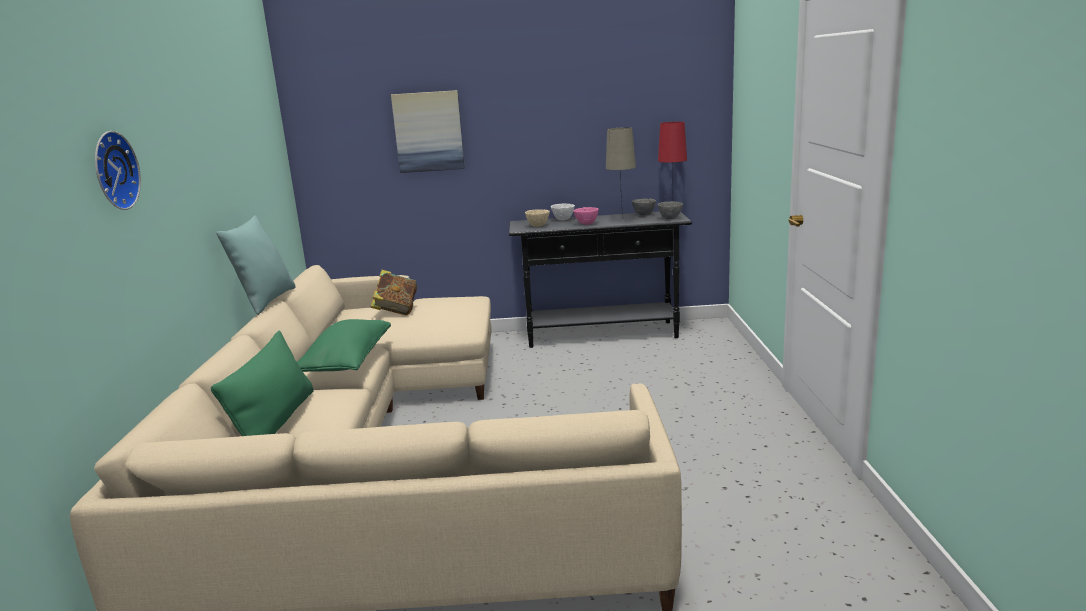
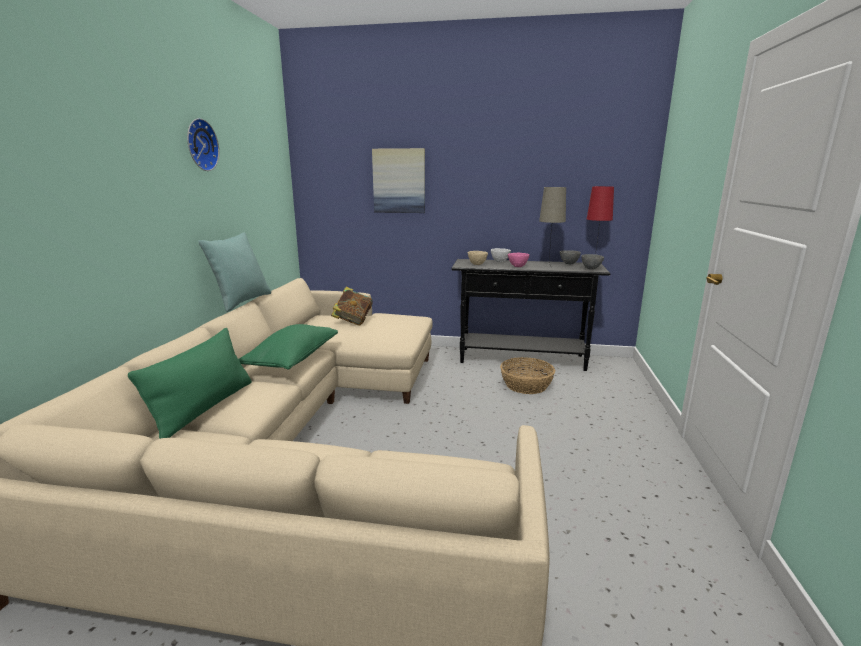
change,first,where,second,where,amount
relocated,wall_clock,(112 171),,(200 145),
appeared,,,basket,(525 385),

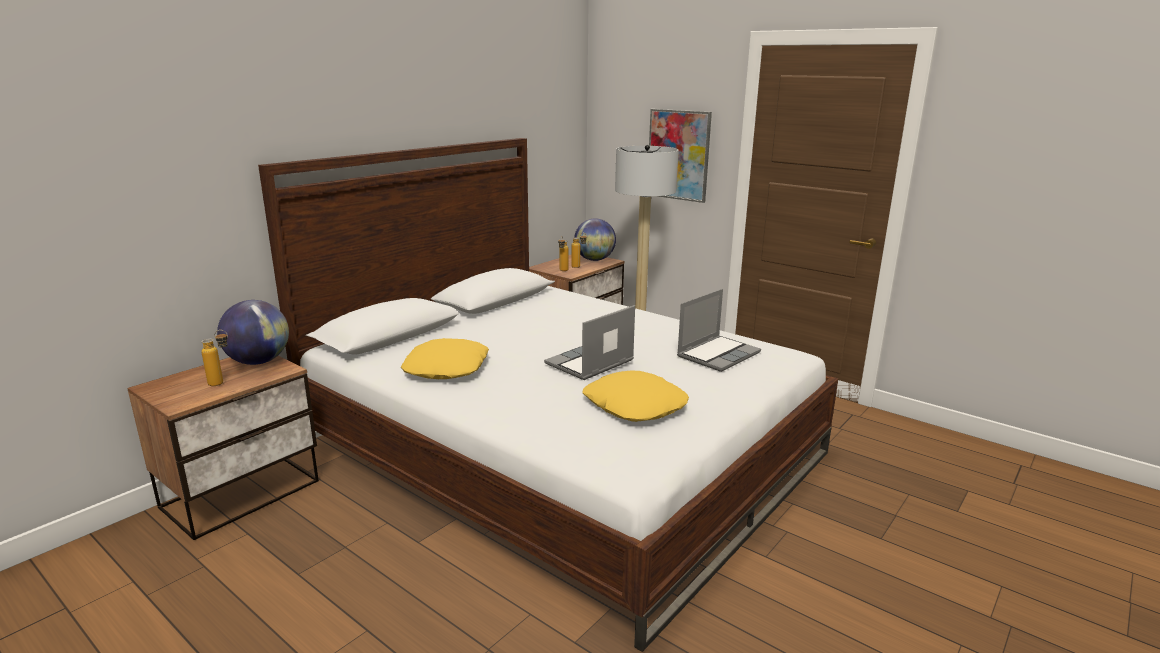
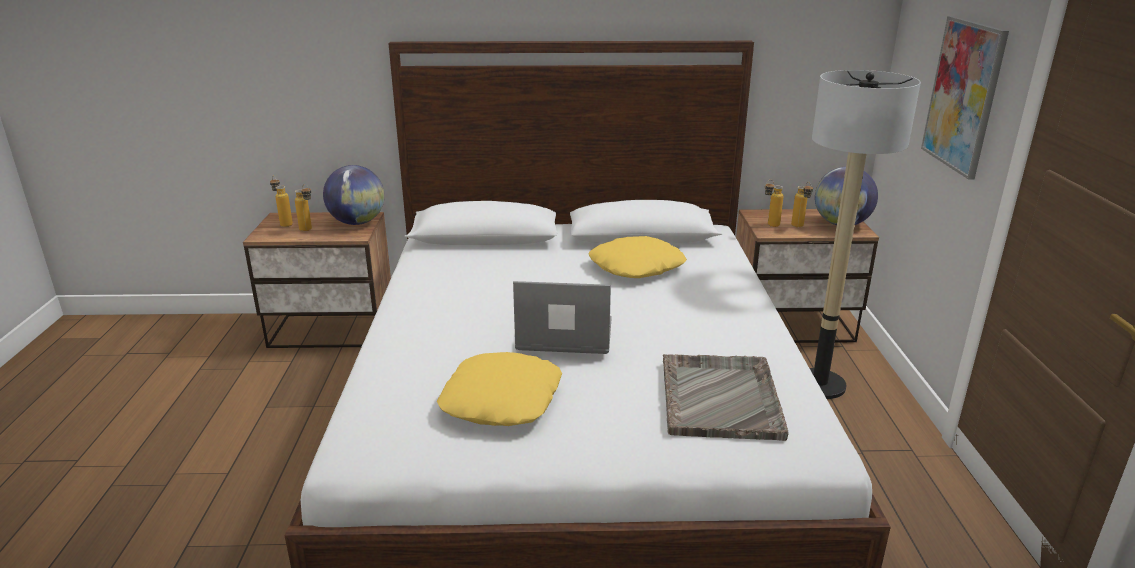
change,first,where,second,where,amount
relocated,yellow_pillow,(445 368),,(636 266),
exchanged,laptop,(718 354),grey_tray,(720 397),
appeared,,,bottle,(284 224),

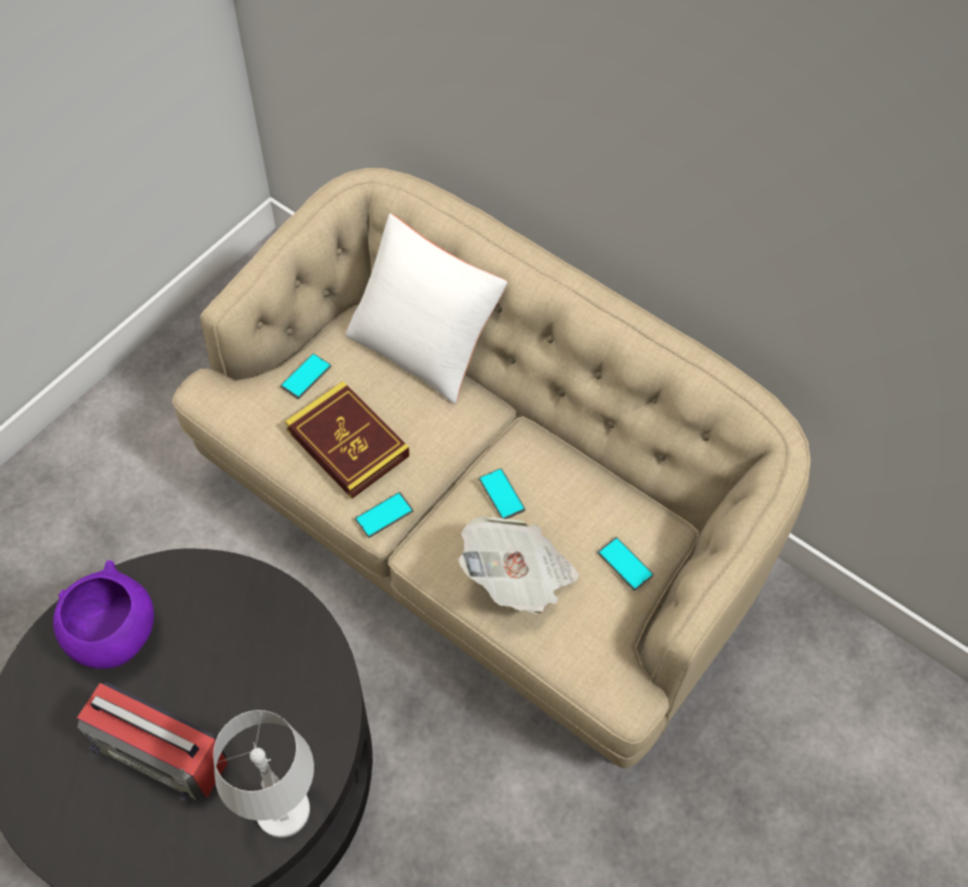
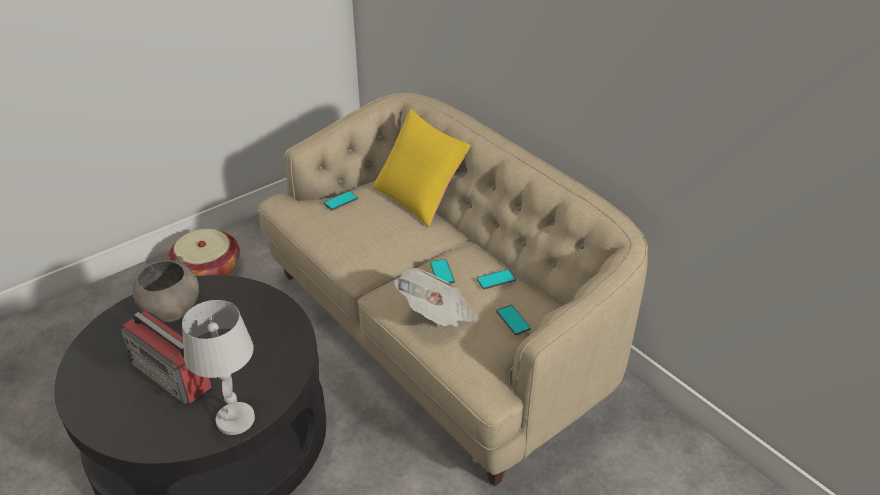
change,first,where,second,where,amount
colour,purple_bowl,(114 636),grey_bowl,(171 311),
missing,book,(348 443),,,
colour,white_pillow,(424 343),yellow_pillow,(420 197),
relocated,phone,(384 515),,(496 279),
appeared,,,basket,(207 271),

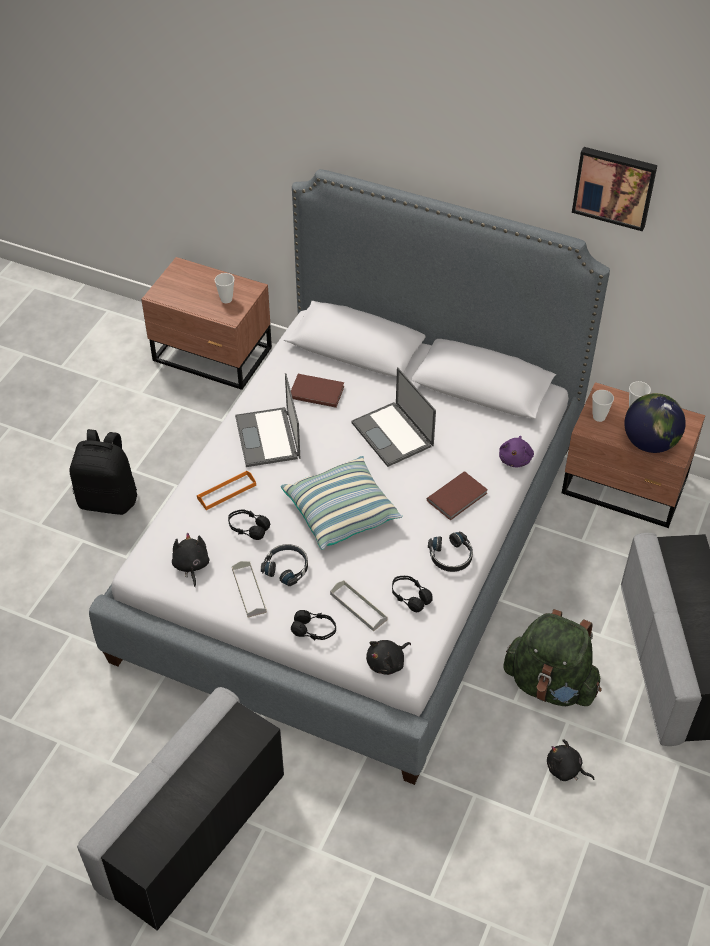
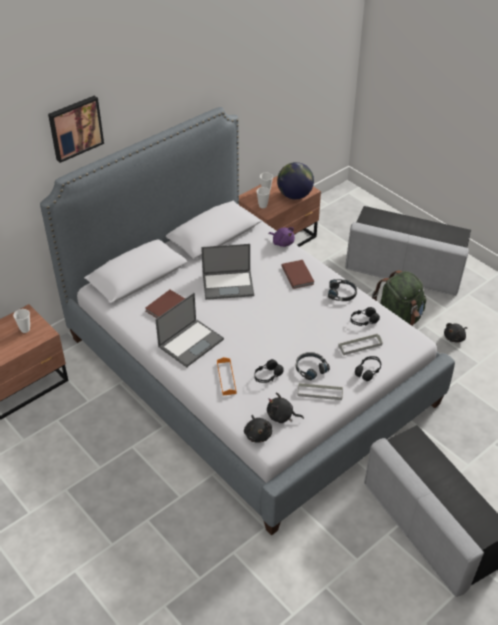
change,first,where,second,where,amount
missing,black_backpack,(108 499),,,
spun,laptop,(268 438),,(191 342),60 degrees counterclockwise
missing,pillow,(341 512),,,
relocated,black_plush_toy,(387 662),,(258 434),
relocated,picture,(614 186),,(75 128),

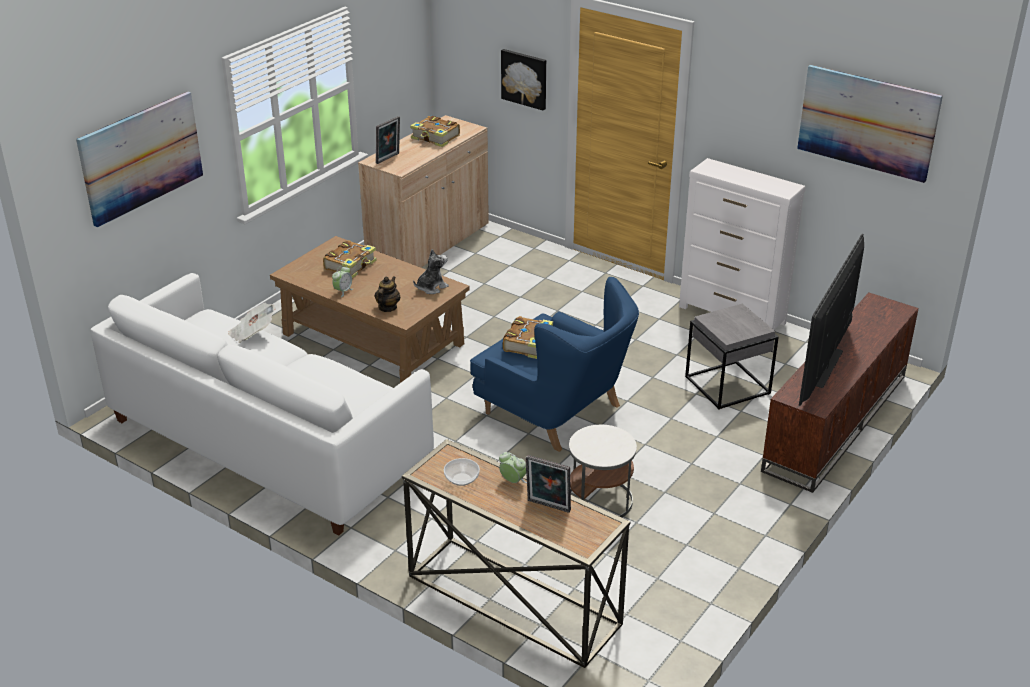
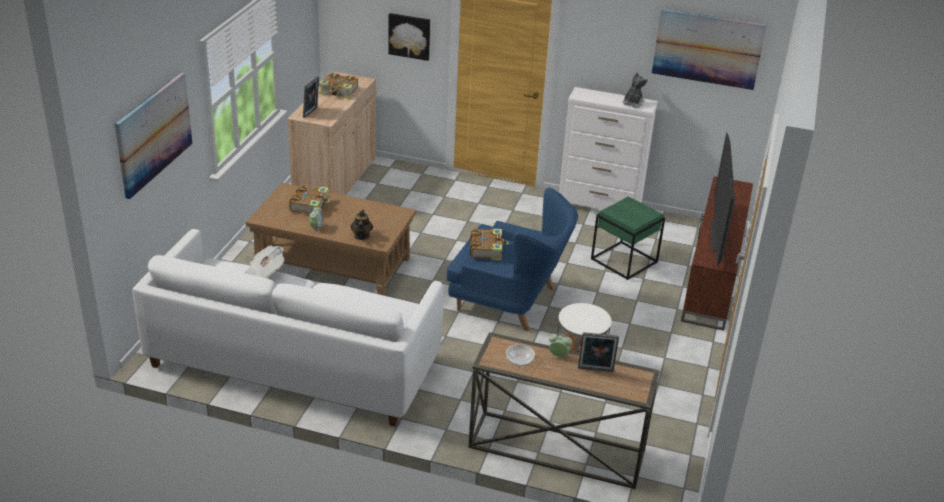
change,first,where,second,where,amount
relocated,plush_toy,(431 287),,(632 103),
colour,grey_side_table,(726 385),green_side_table,(623 261),

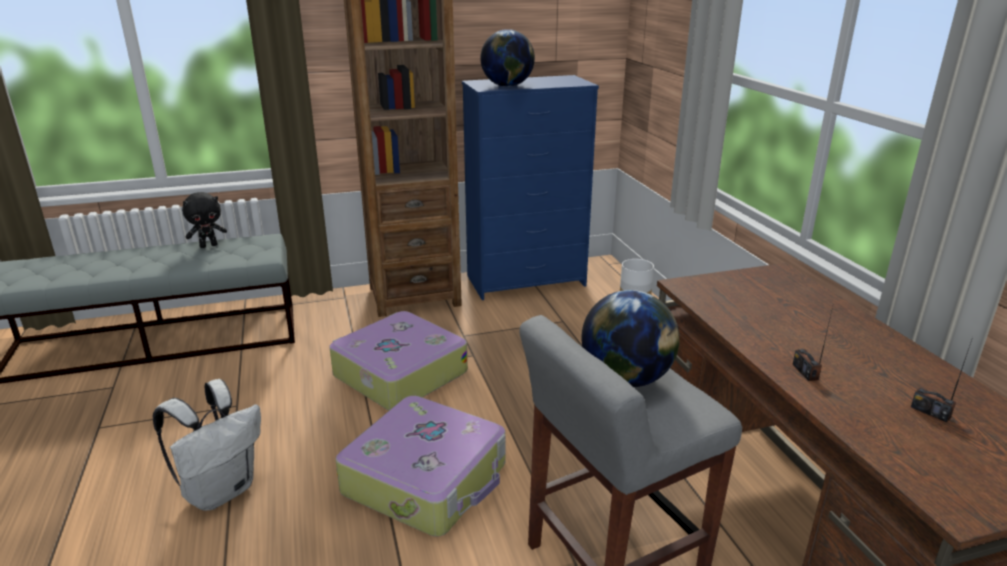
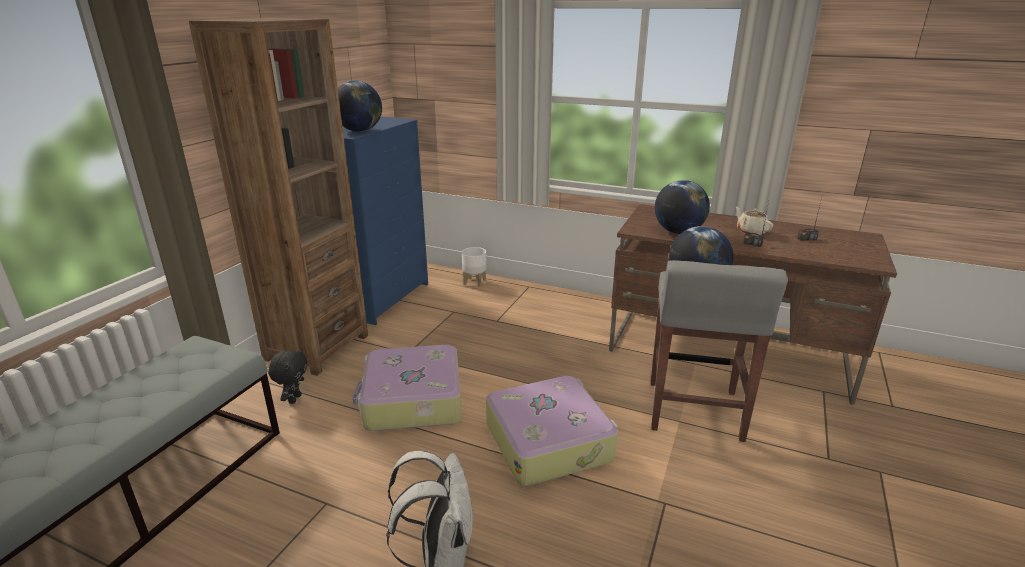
change,first,where,second,where,amount
relocated,black_plush_toy,(209 245),,(294 399),
appeared,,,globe,(678 232),
appeared,,,beige_teapot,(751 231),

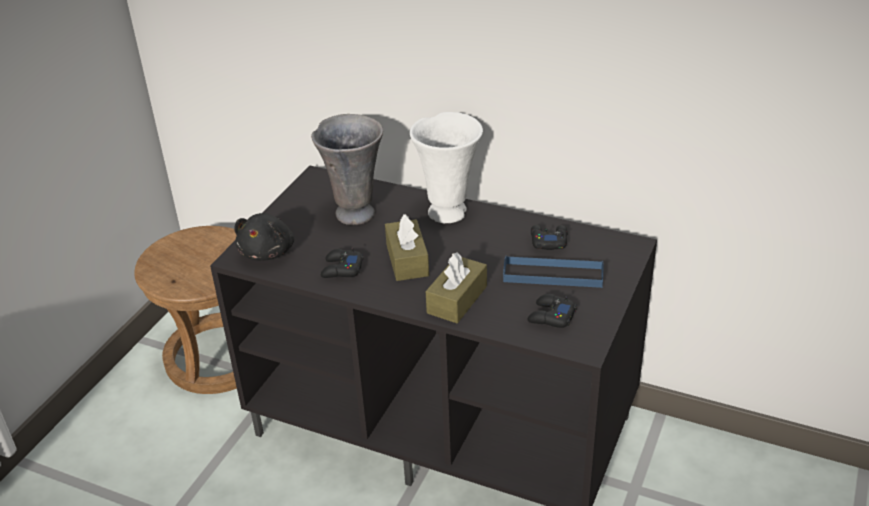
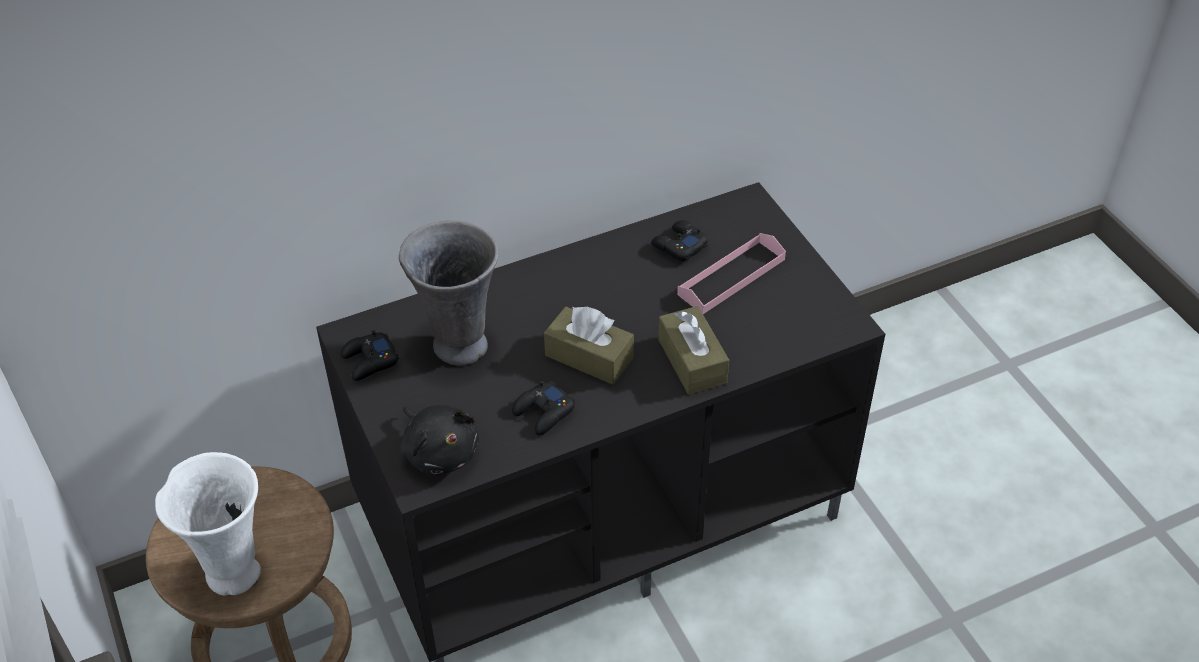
change,first,where,second,where,amount
relocated,white_vase,(449 211),,(233 570),
colour,blue_tray,(553 275),pink_tray,(731 277),
relocated,black_game_controller,(551 316),,(369 361),

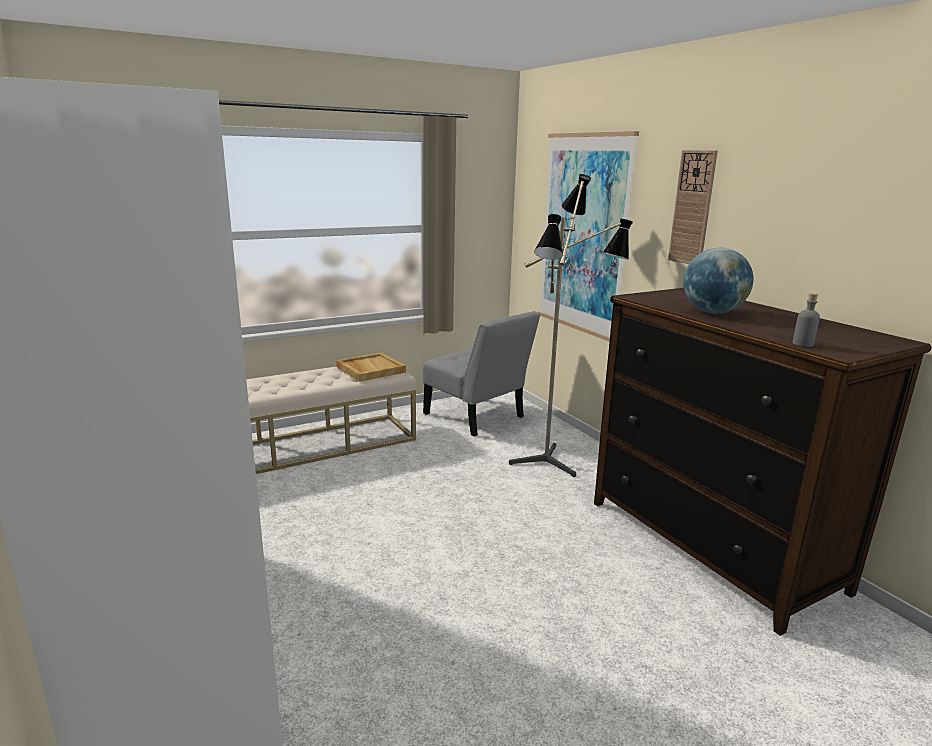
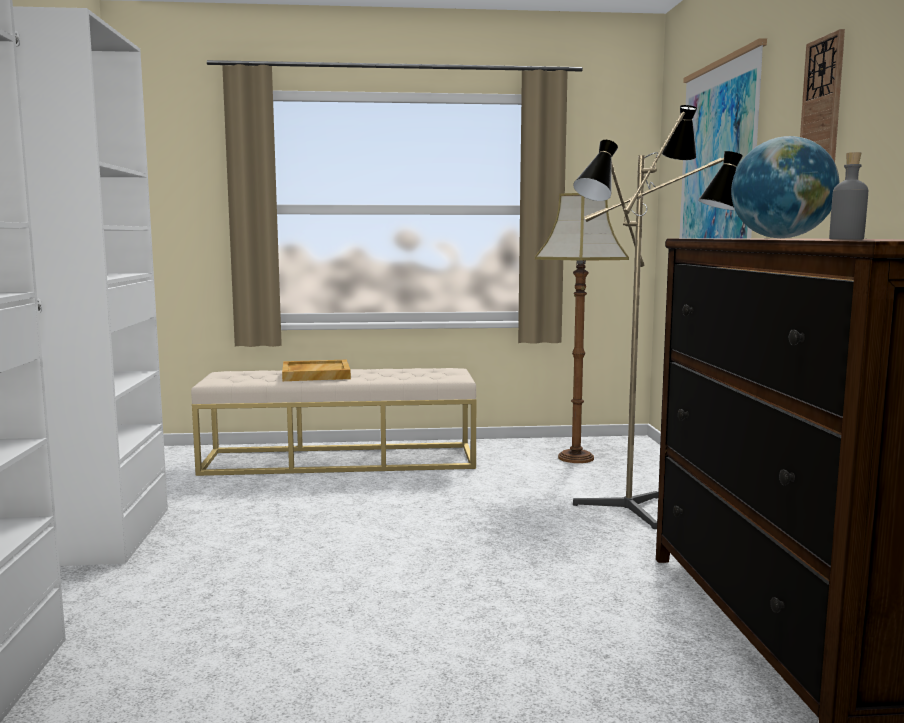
change,first,where,second,where,amount
relocated,beige_tray,(370 369),,(315 374),
exchanged,grey_chair,(477 417),floor_lamp,(577 458),

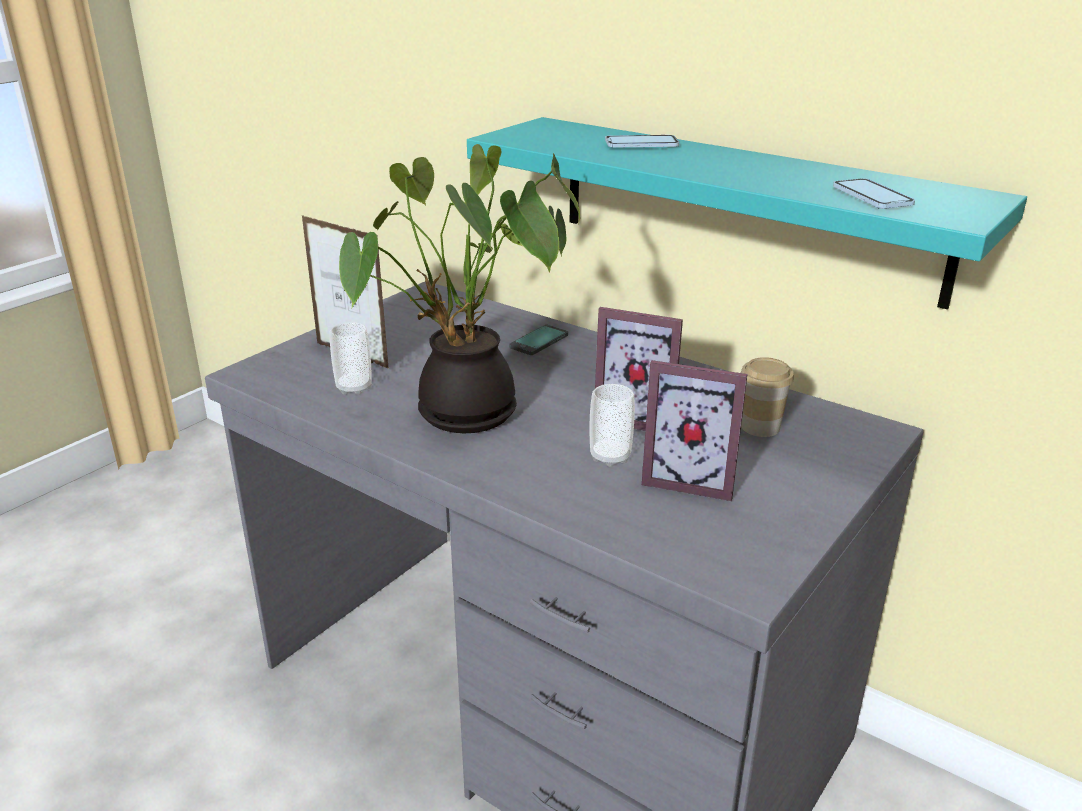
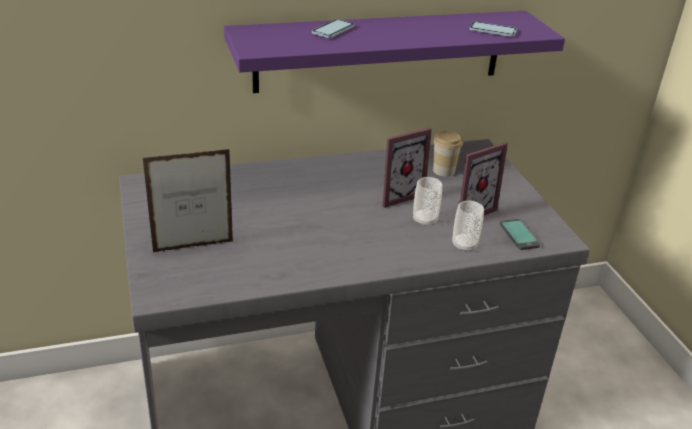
change,first,where,second,where,amount
relocated,cup,(354 388),,(464 245),
missing,potted_plant,(463 417),,,
colour,turquoise_shelf,(744 206),purple_shelf,(380 51),
relocated,phone,(539 341),,(519 235),

